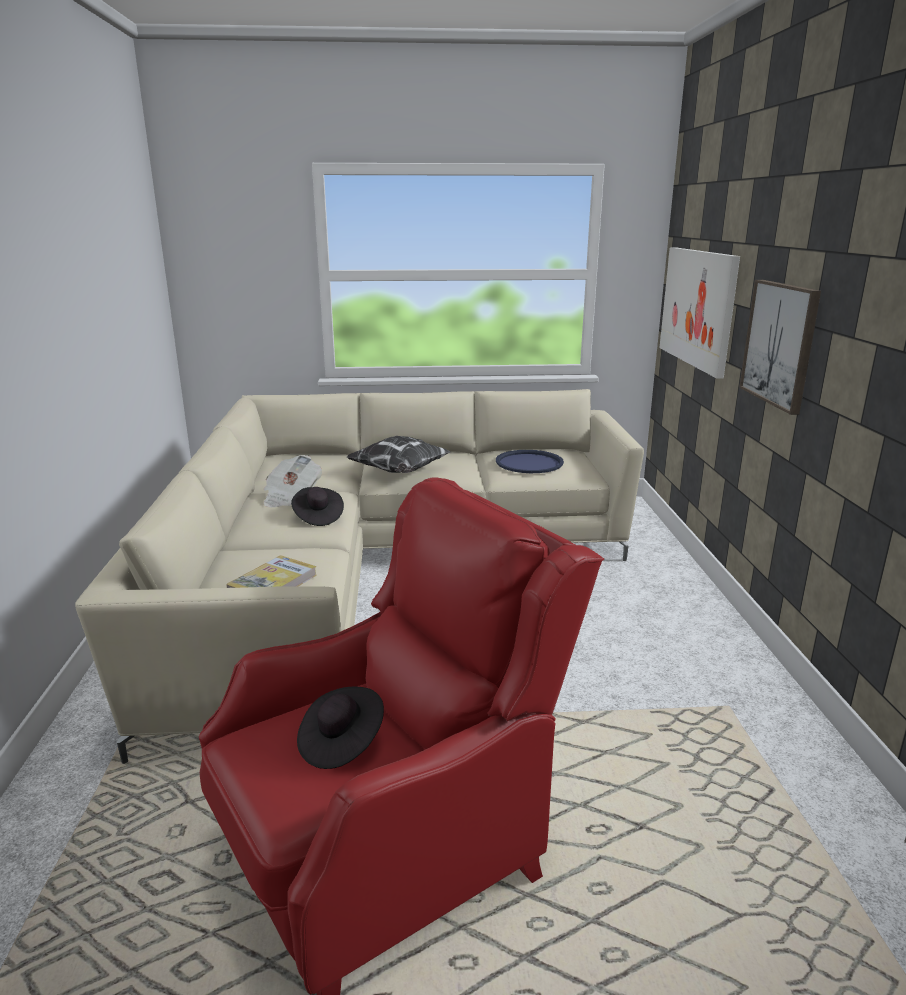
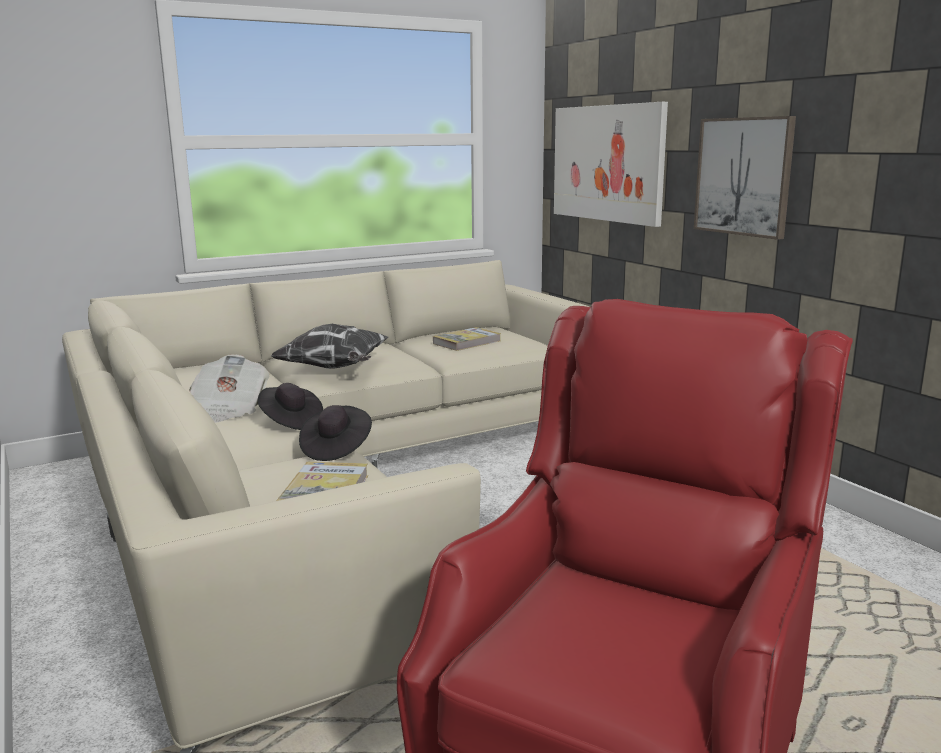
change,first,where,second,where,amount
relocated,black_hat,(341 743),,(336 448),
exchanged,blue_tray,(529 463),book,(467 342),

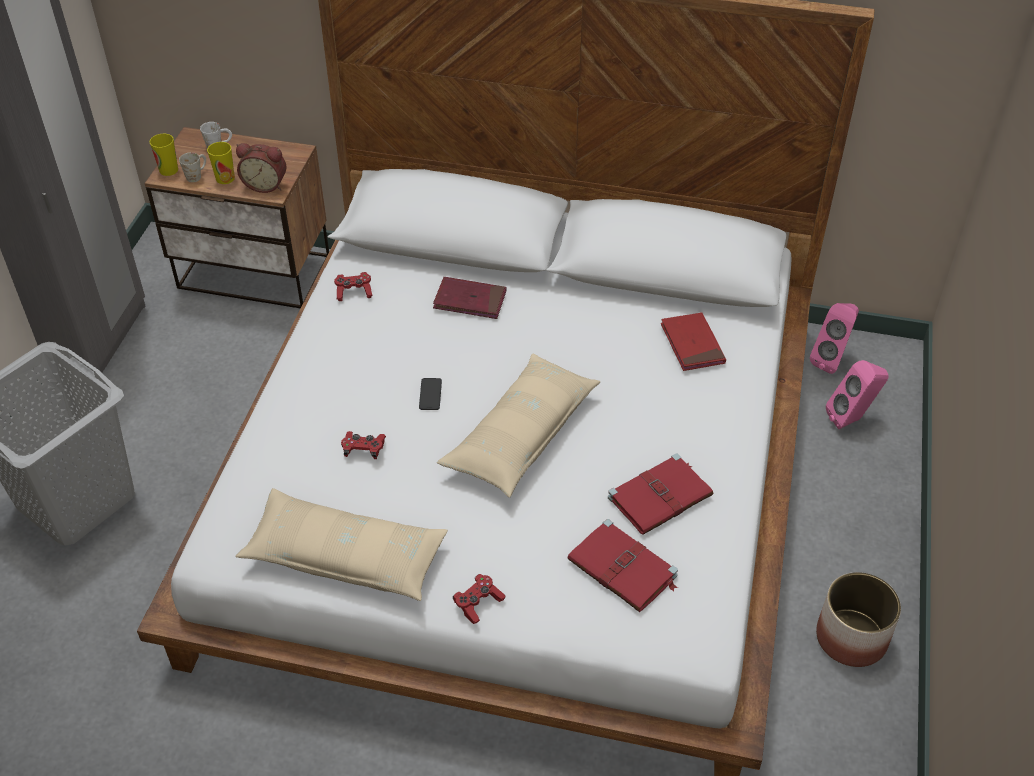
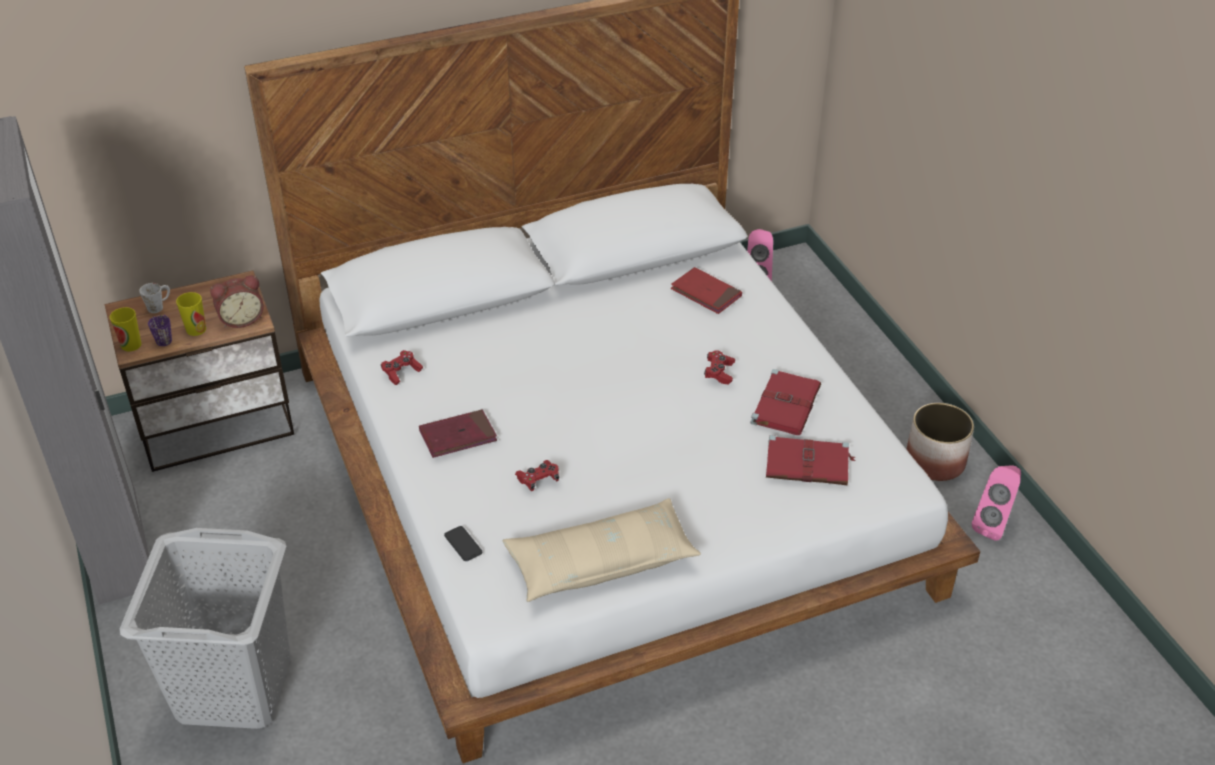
change,first,where,second,where,amount
colour,white_mug,(197 175),purple_mug,(165 338),
relocated,phone,(430 394),,(463 544),
relocated,red_book,(470 300),,(458 436),
missing,beige_pillow,(521 435),,,
relocated,red_game_controller,(478 603),,(719 372),
relocated,pink_speaker,(851 419),,(993 525),

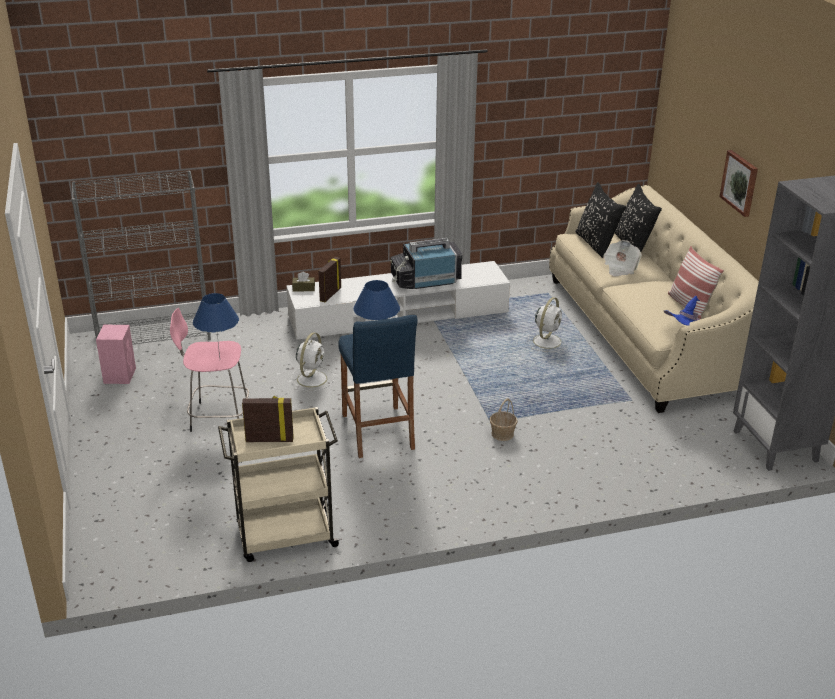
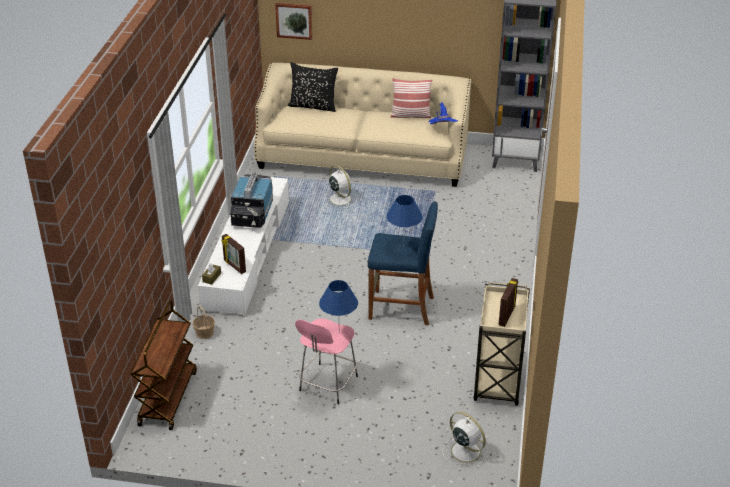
change,first,where,second,where,amount
exchanged,grey_bookcase,(154 336),brown_cart,(167 397),
missing,pink_speaker,(120 375),,,
relocated,white_fan,(312 378),,(464 450),
relocated,basket,(502 434),,(204 333),
missing,black_pillow,(597 244),,,
missing,newspaper,(620 268),,,
relocated,picture,(740 182),,(294 20),

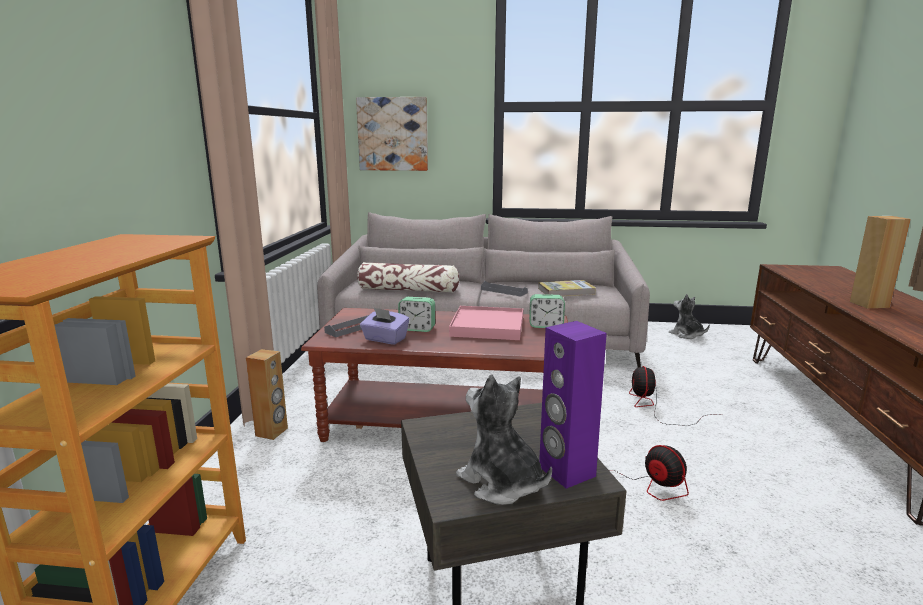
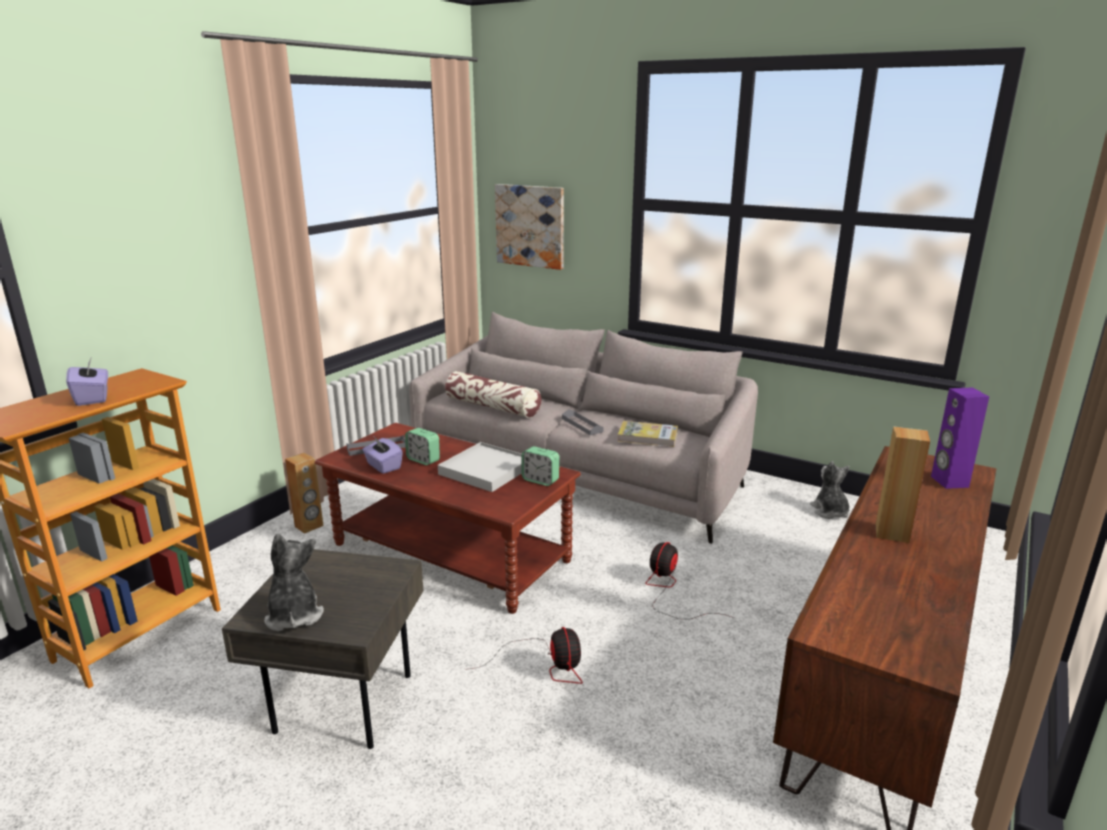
change,first,where,second,where,amount
colour,pink_tray,(488 327),white_tray,(486 470),
relocated,purple_speaker,(566 472),,(949 482),
appeared,,,purple_tissue_box,(93 398),

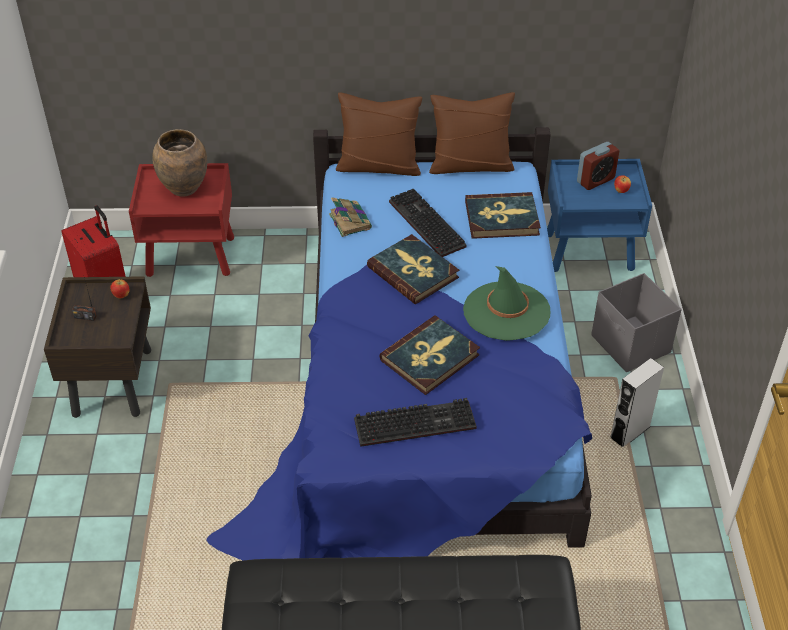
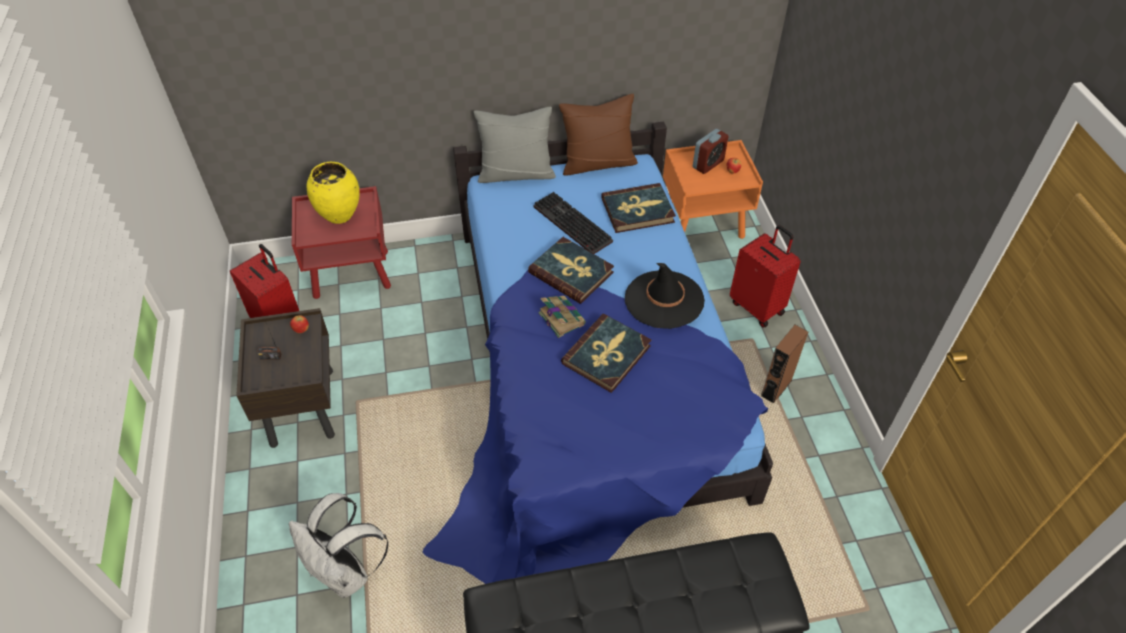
change,first,where,second,where,amount
colour,brown_vase,(184 188),yellow_vase,(339 215),
relocated,book,(349 221),,(561 318),
colour,brown_pillow,(379 166),grey_pillow,(516 174),
missing,keyboard,(416 422),,,
colour,green_hat,(506 311),black_hat,(664 299),
colour,blue_nightstand,(590 251),orange_nightstand,(703 225),
exchanged,grey_storage_box,(630 345),red_suitcase,(757 307),
colour,grey_speaker,(630 432),brown_speaker,(776 388),
appeared,,,white_backpack,(346 573),

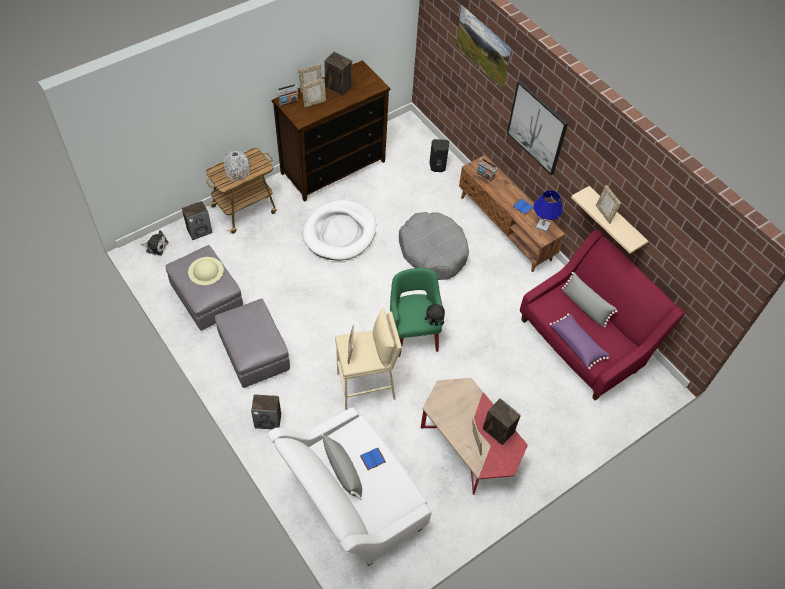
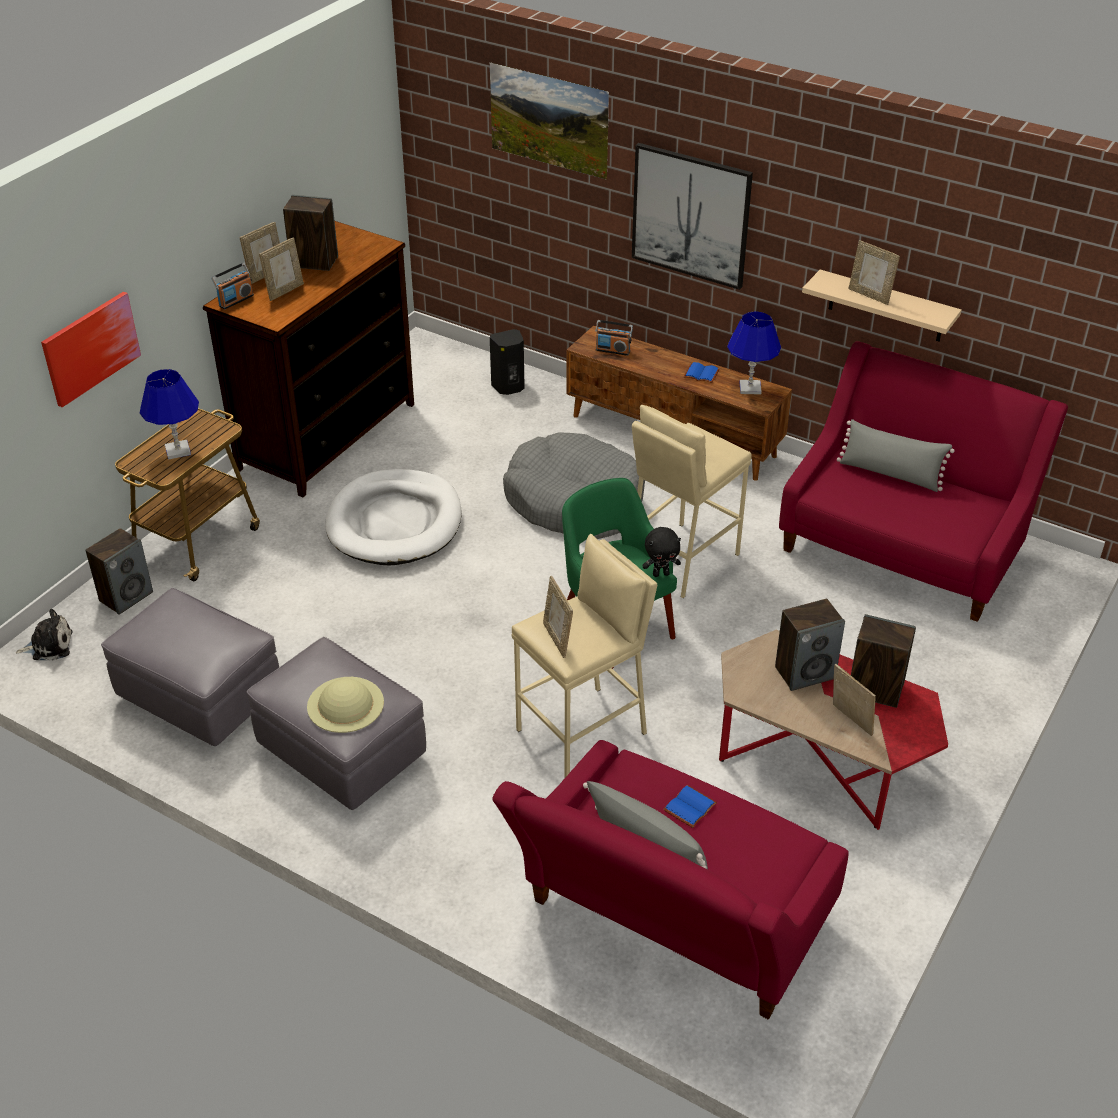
change,first,where,second,where,amount
relocated,beige_hat,(205 271),,(345 704),
exchanged,grey_vase,(237 172),blue_table_lamp,(178 451),
relocated,speaker,(268 420),,(805 672),
colour,white_sofa,(352 501),red_sofa,(670 924),
missing,purple_pillow,(577 344),,,
appeared,,,picture,(90 348),
appeared,,,beige_stool,(682 560),

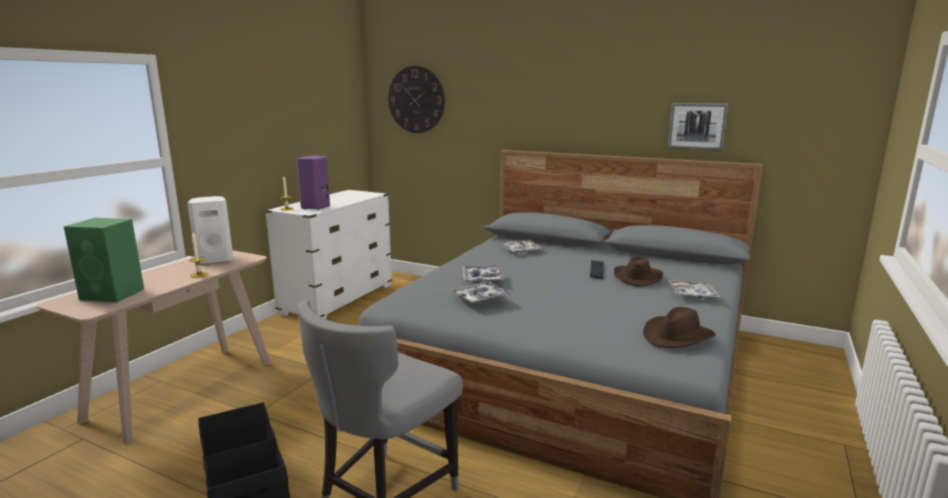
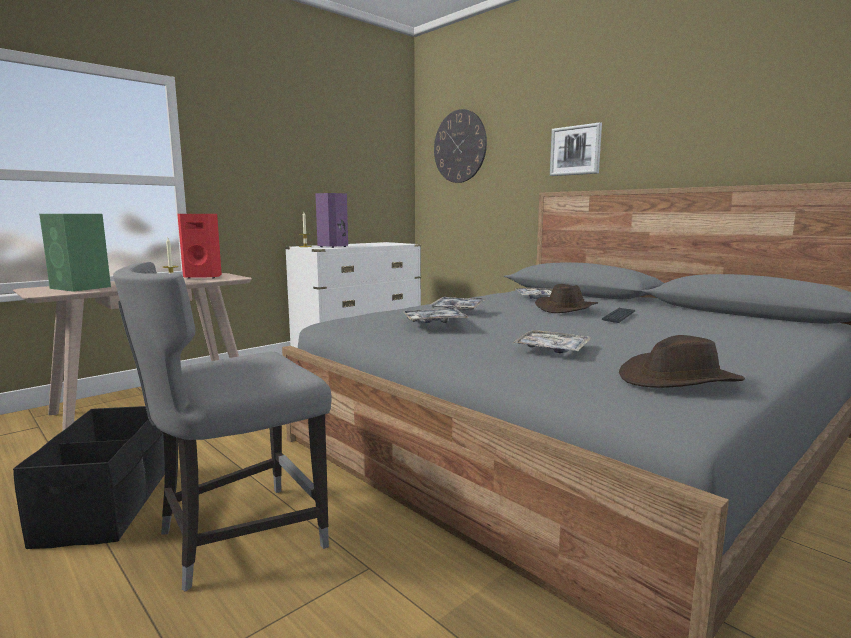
change,first,where,second,where,amount
colour,white_speaker,(215 260),red_speaker,(204 277),
relocated,brown_hat,(637 277),,(566 308),
relocated,picture,(697 126),,(575 150),
relocated,tray,(692 294),,(552 349),

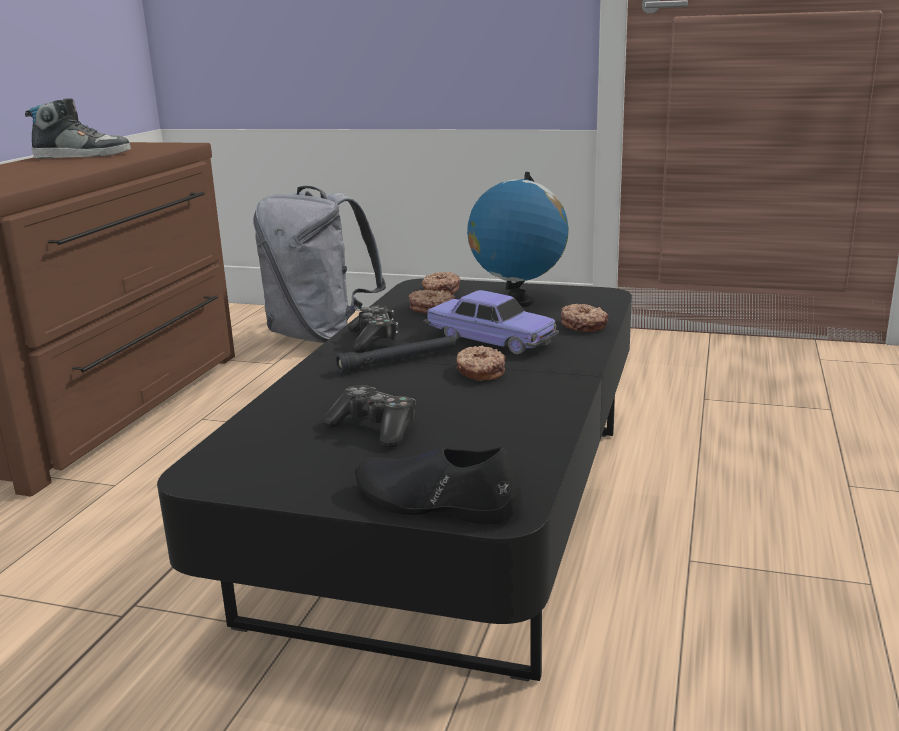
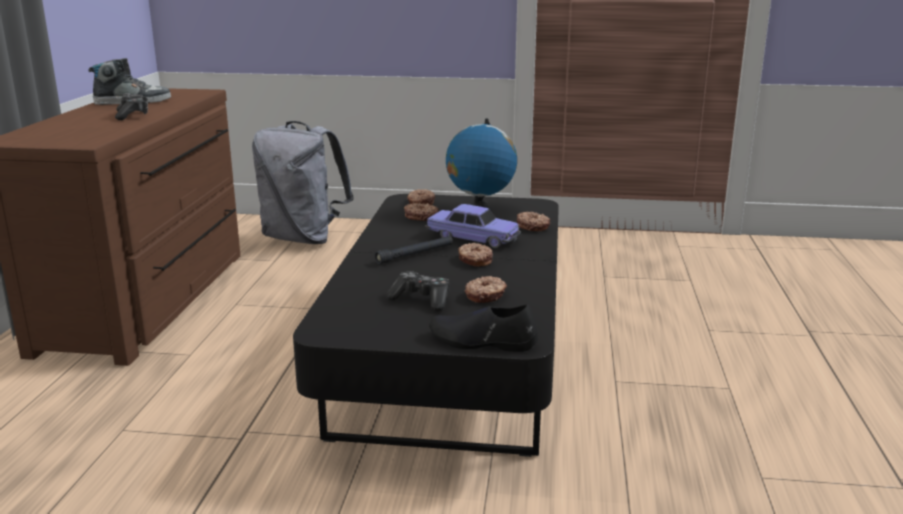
change,first,where,second,where,amount
relocated,game_controller,(373 340),,(133 115),
appeared,,,donut,(486 296),

